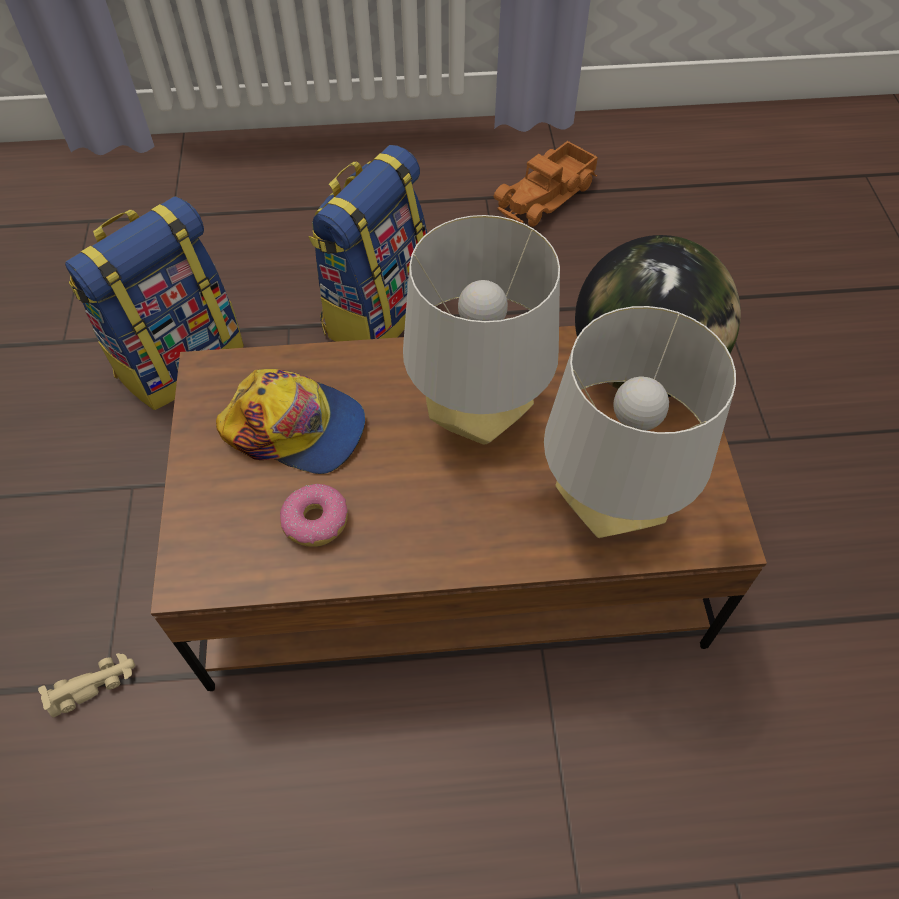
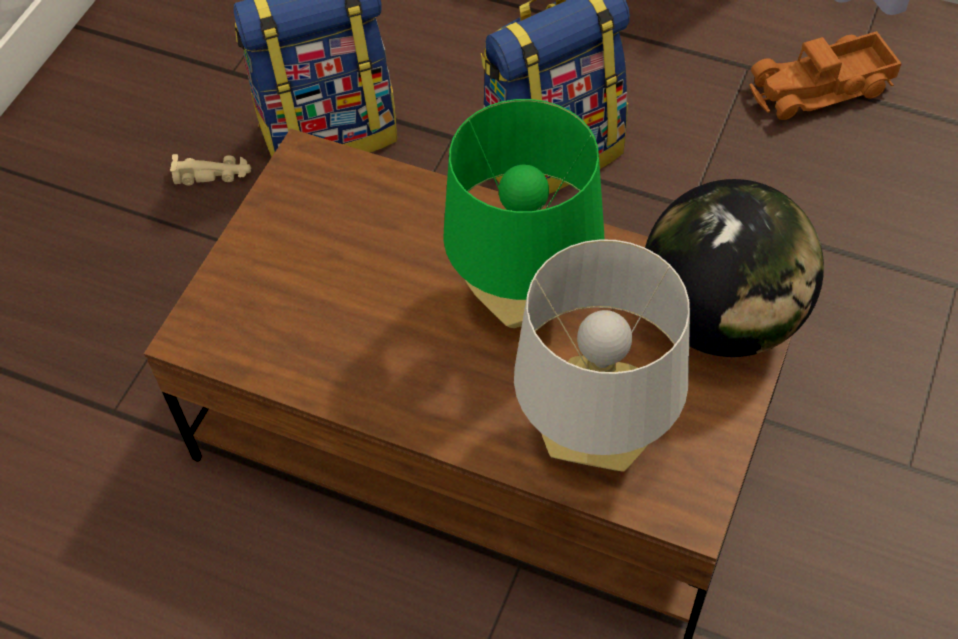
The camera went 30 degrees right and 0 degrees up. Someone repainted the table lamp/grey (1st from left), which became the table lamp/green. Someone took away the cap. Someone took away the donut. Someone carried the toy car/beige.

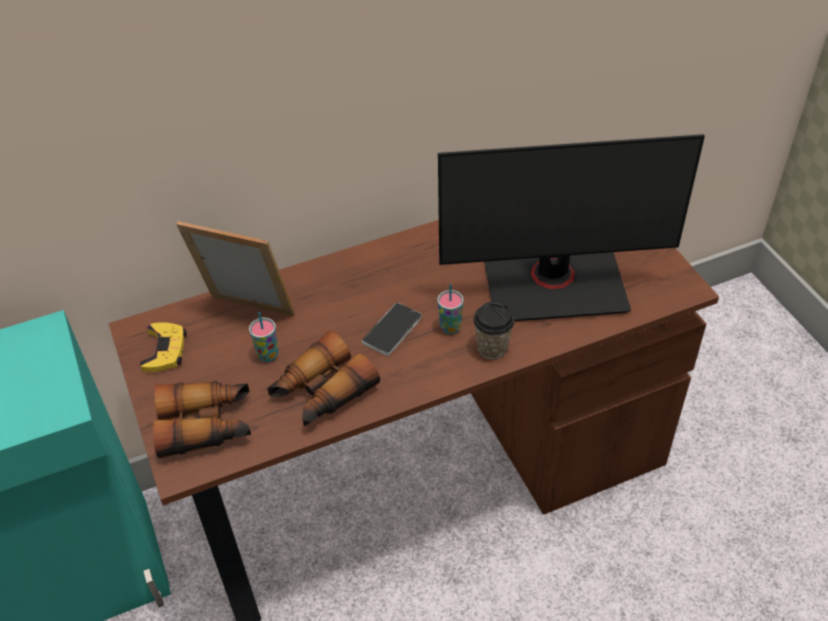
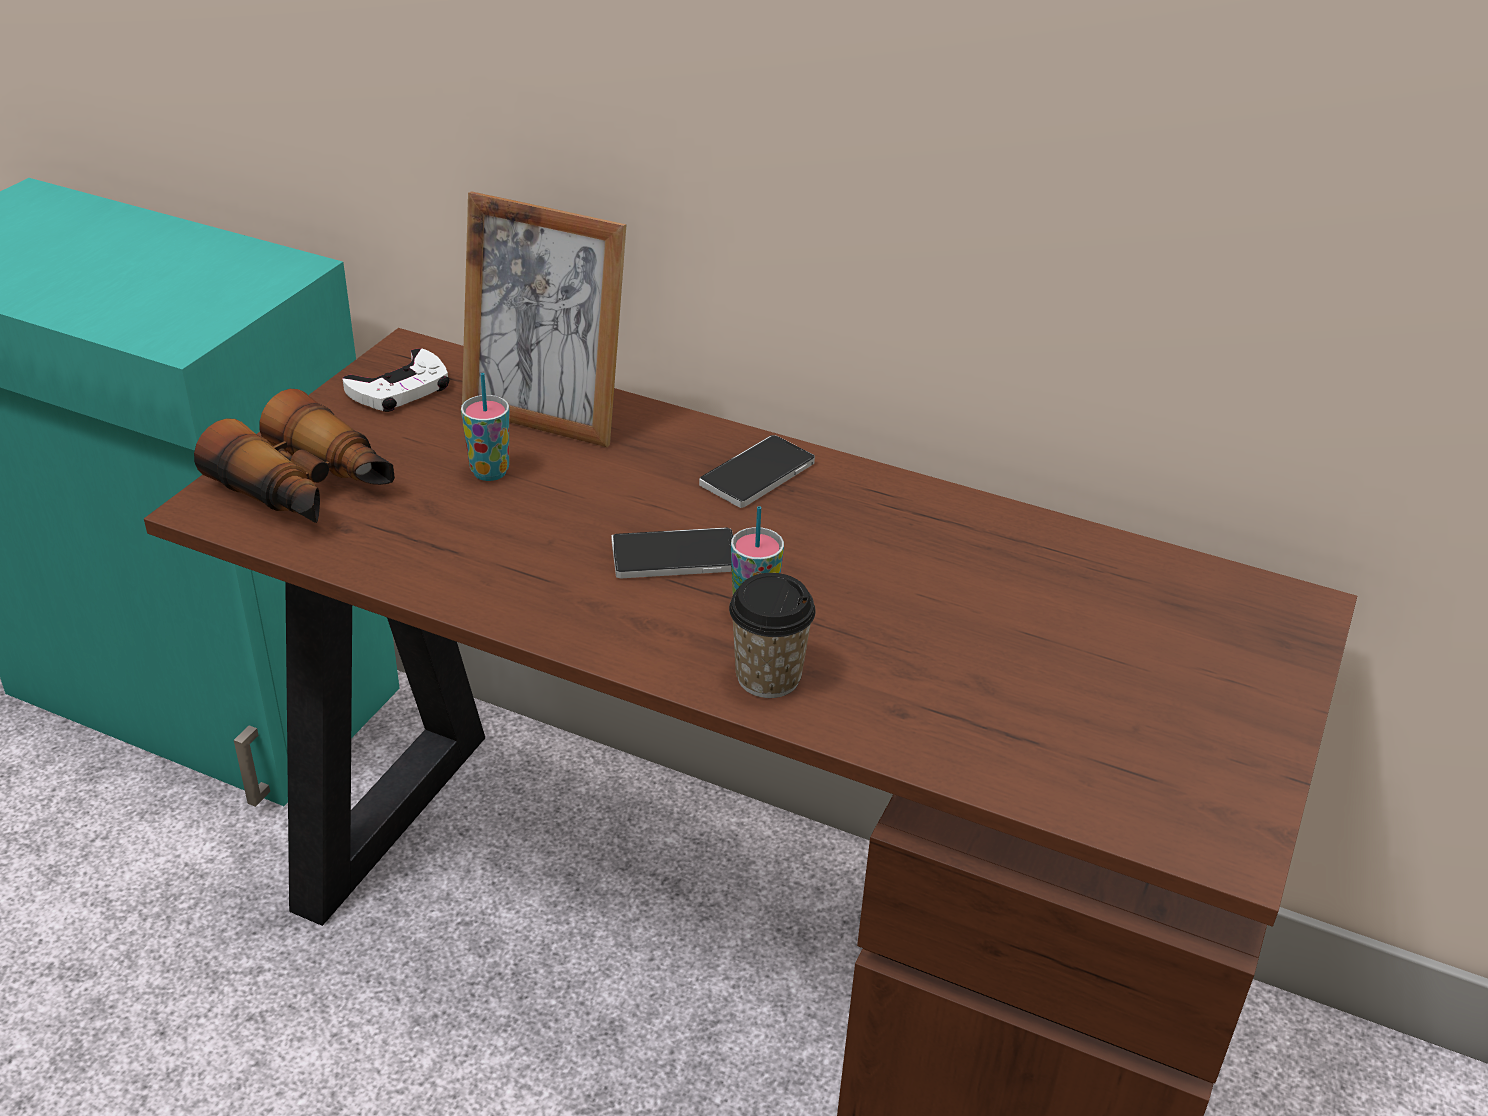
The camera went 45 degrees right and 10 degrees down. Someone took away the monitor. Someone rotated the picture frame by 135 degrees clockwise. Someone repainted the game controller/yellow, which became the game controller/white. Someone took away the binoculars (2nd from left). Someone put down the phone (2nd from left).

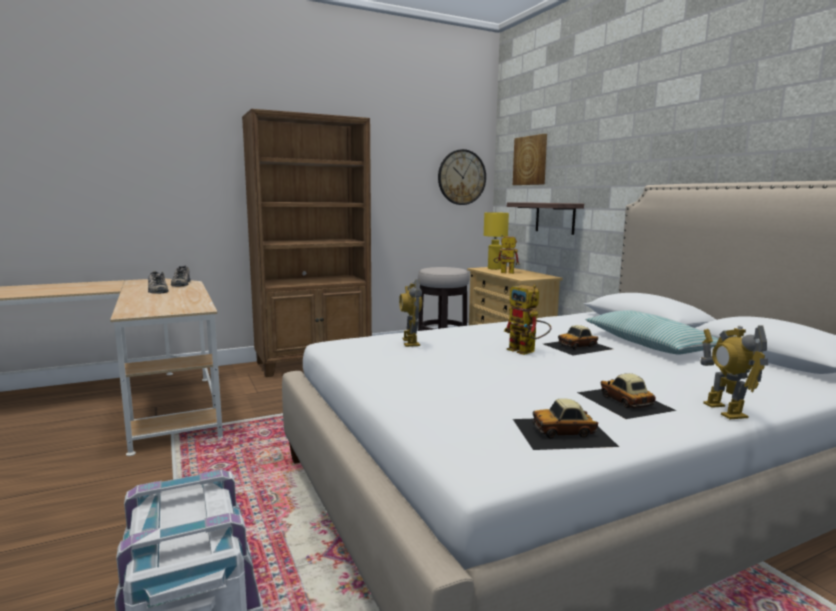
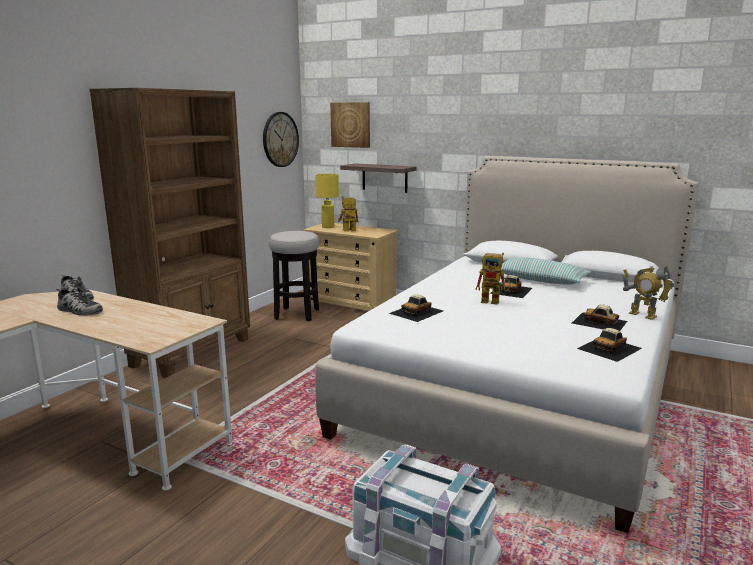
The camera went 35 degrees left and 5 degrees up. Someone swapped the toy robot (1st from left) for the toy car (1st from left).

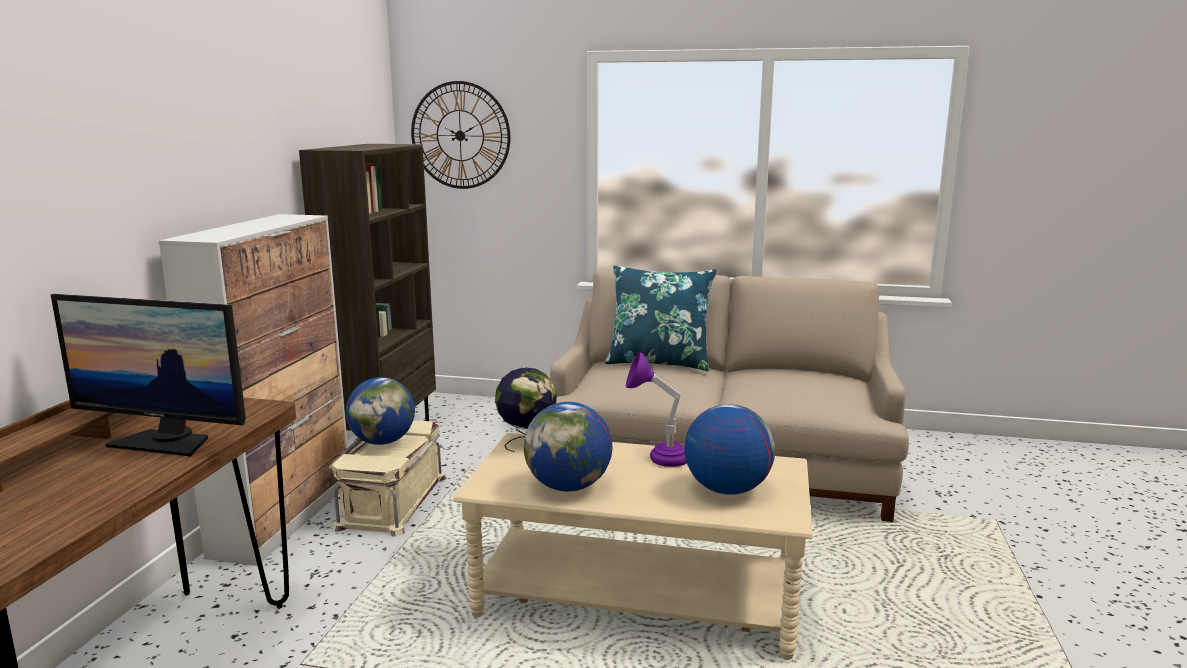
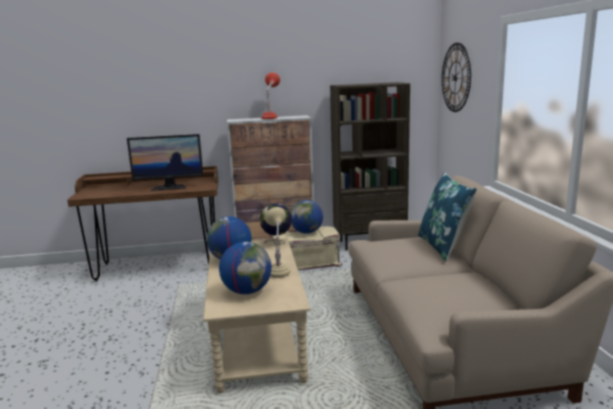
The camera went 70 degrees right and 0 degrees up. Someone rotated the monitor by 90 degrees counterclockwise. Someone repainted the table lamp/purple, which became the table lamp/beige. Someone put down the table lamp/red.

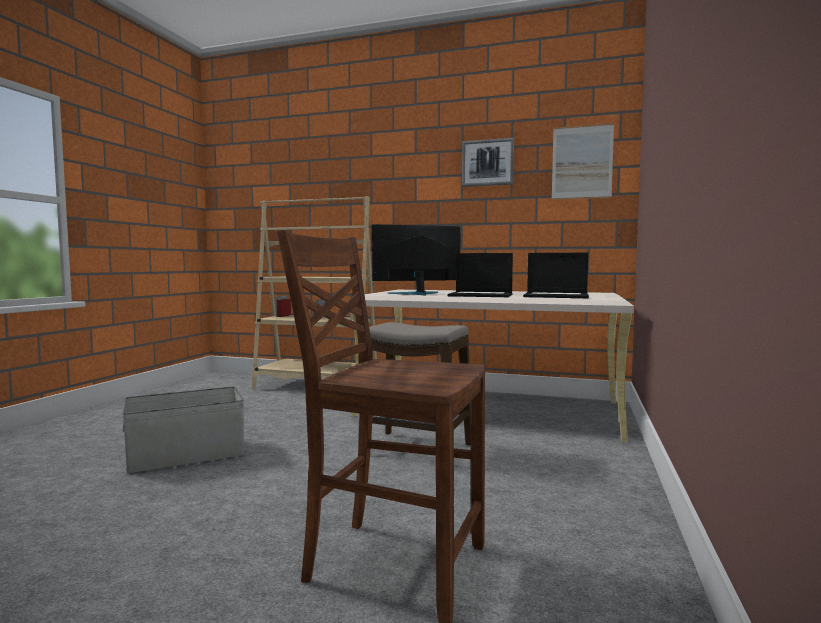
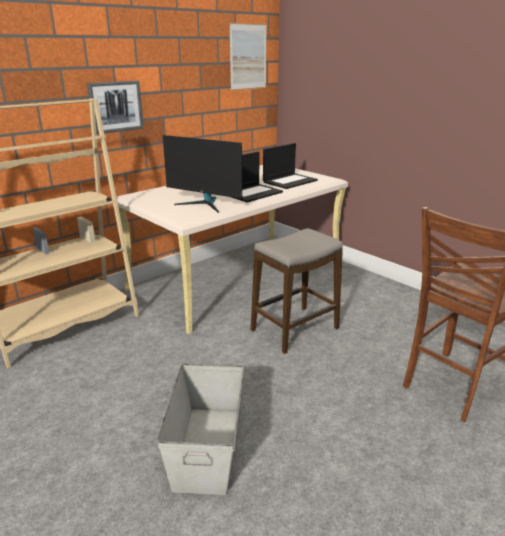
The camera went 60 degrees left and 20 degrees up. Someone carried the picture (1st from left). Someone rotated the monitor by 75 degrees counterclockwise.

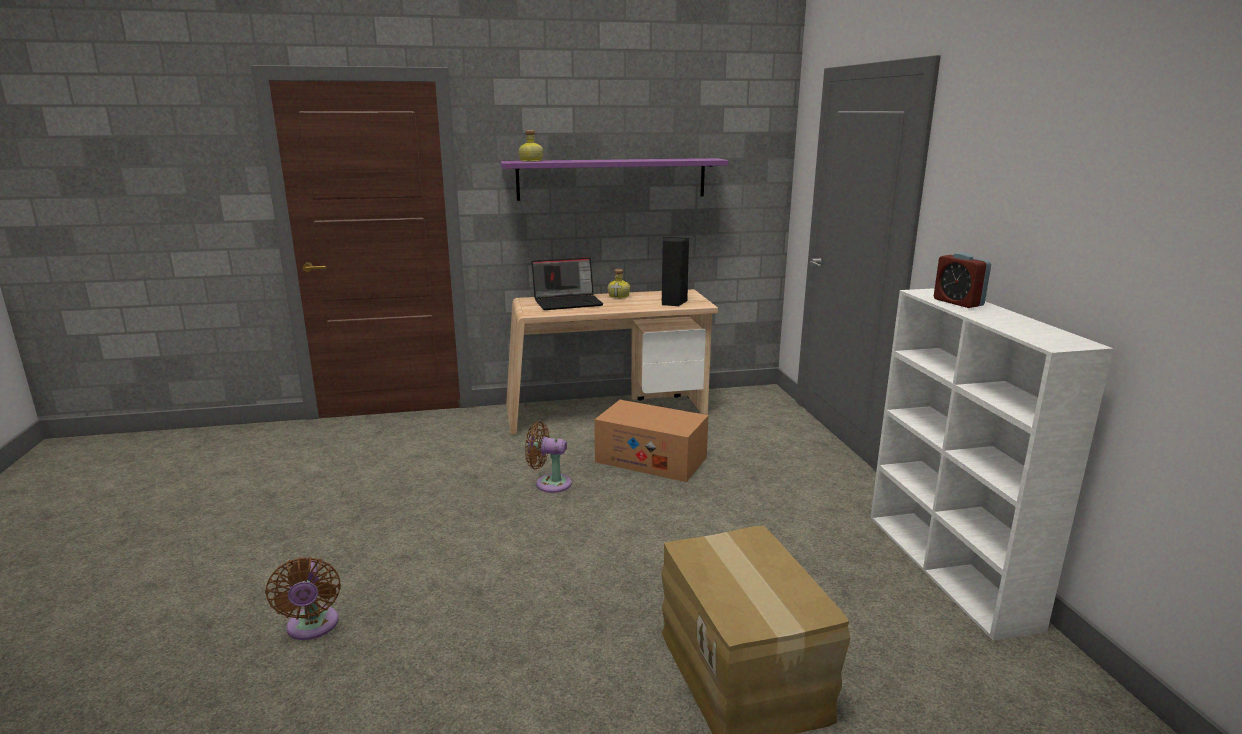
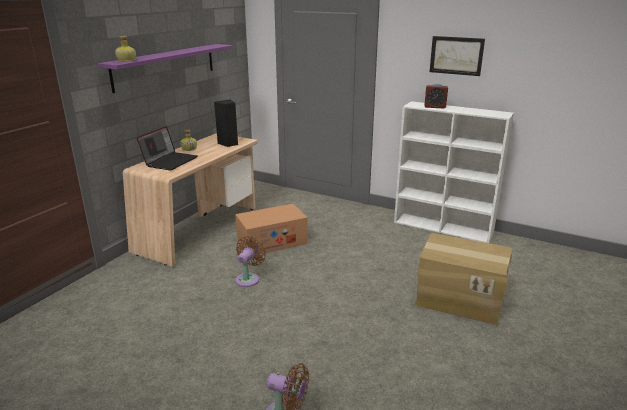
The camera went 50 degrees left and 5 degrees up. Someone rotated the fan/brown (2nd from left in the first image) by 150 degrees clockwise. Someone put up the picture.

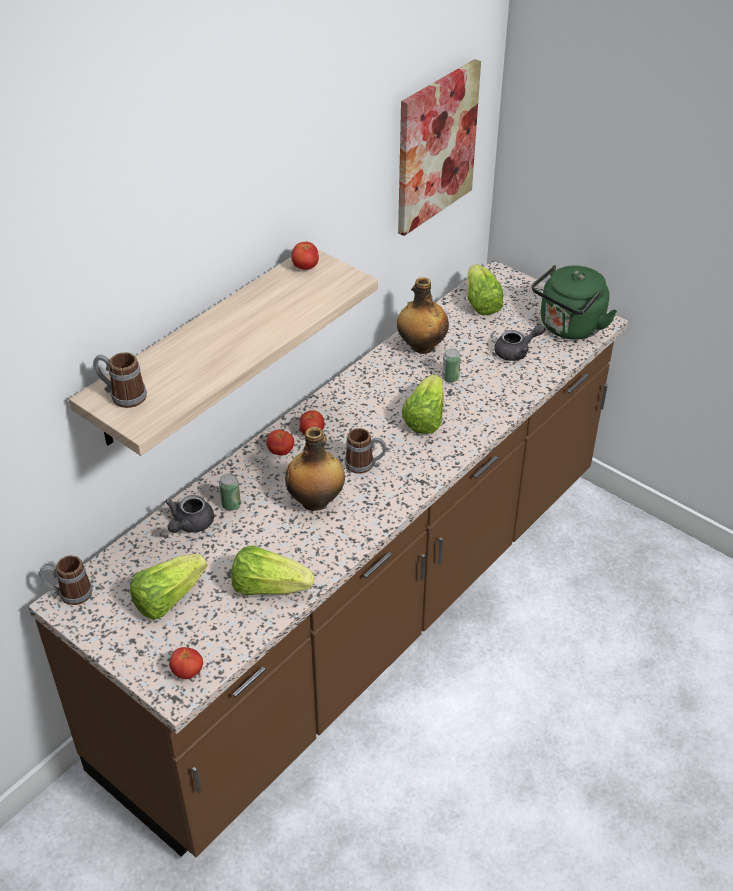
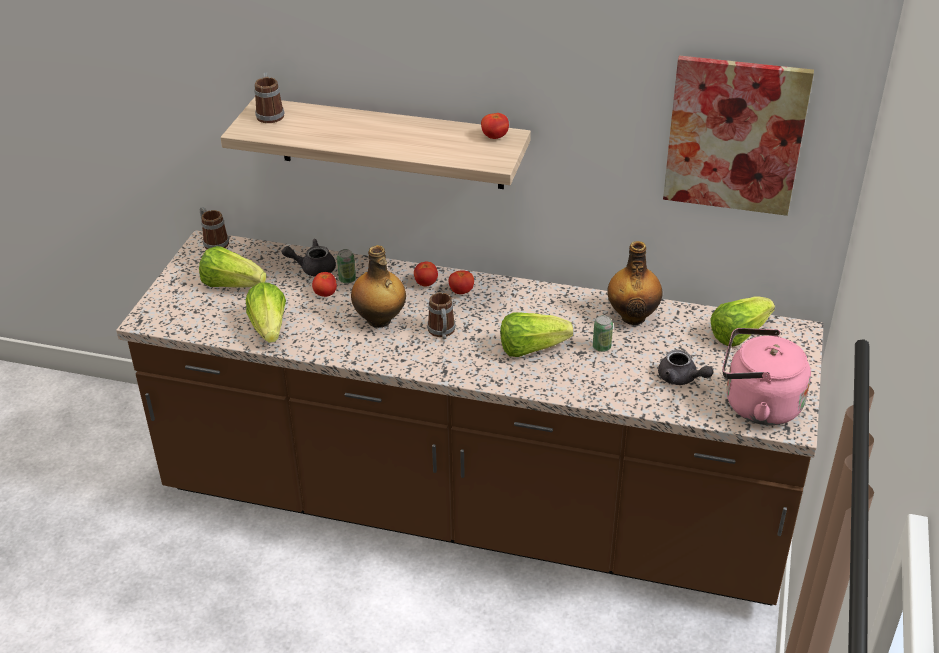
The camera went 65 degrees right and 5 degrees down. Someone repainted the kettle/green, which became the kettle/pink. Someone carried the tomato (1st from left).

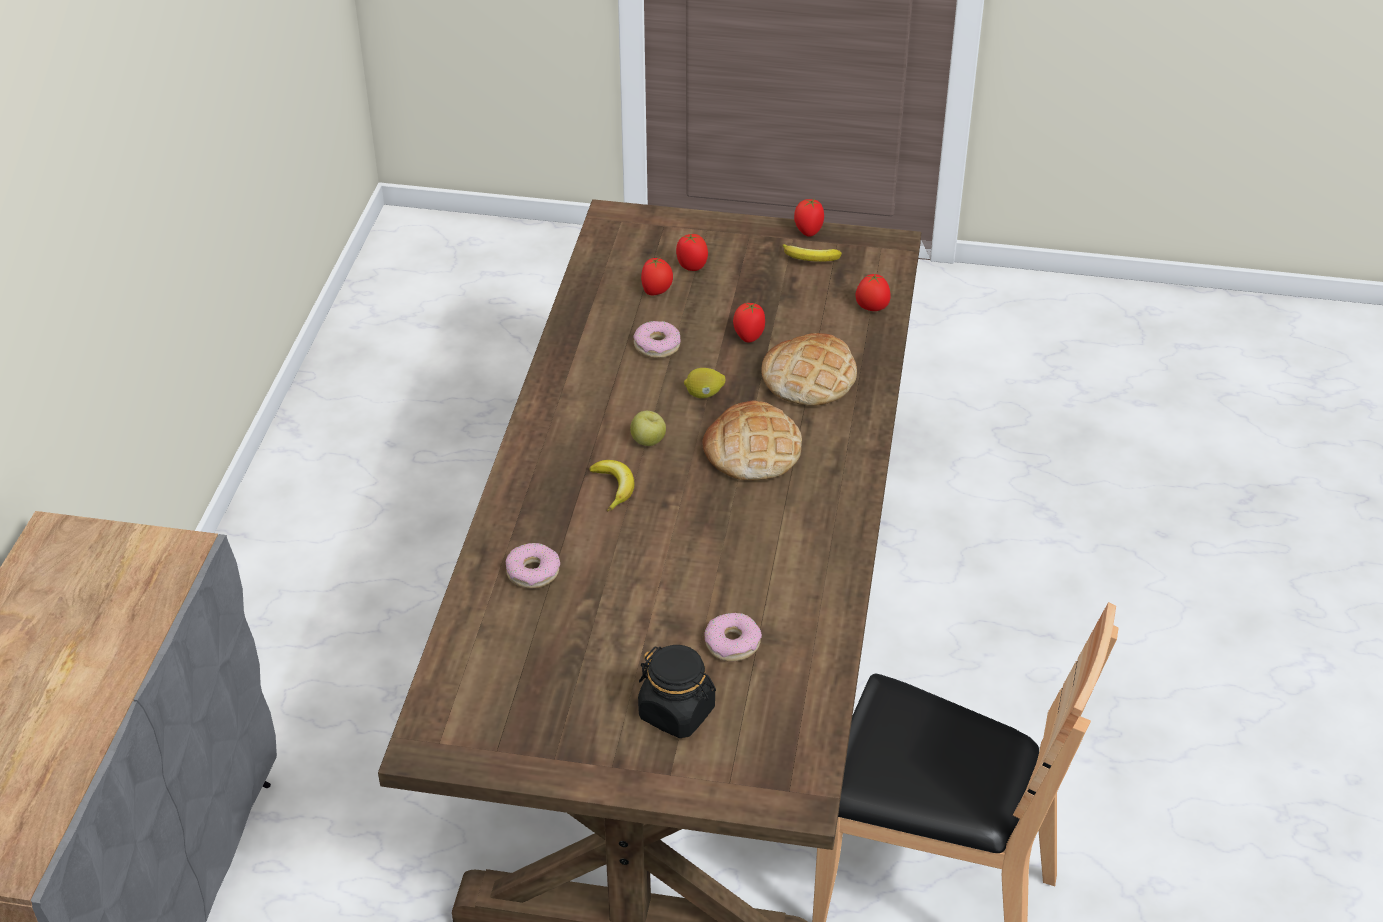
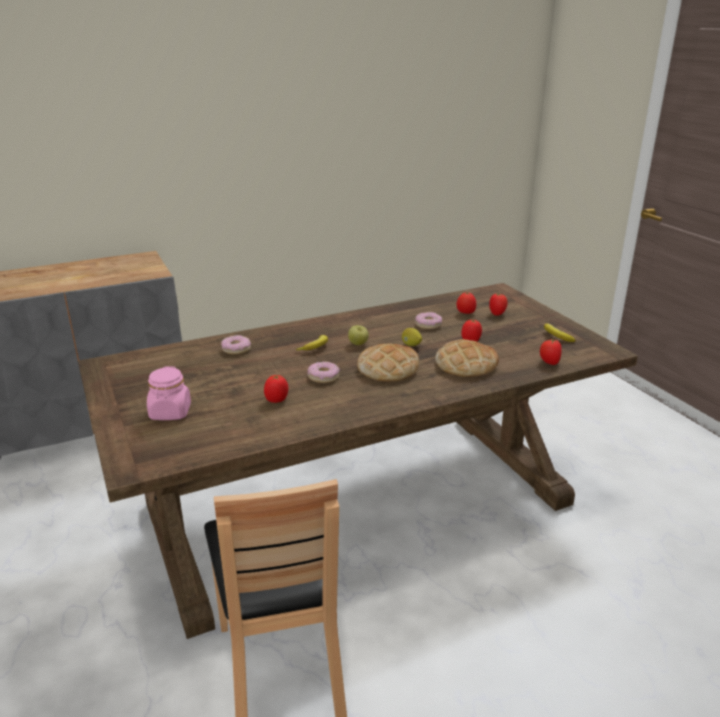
The camera went 55 degrees right and 15 degrees down. Someone carried the tomato (4th from left in the first image). Someone carried the donut (3rd from left in the first image). Someone repainted the jar/black, which became the jar/pink.

